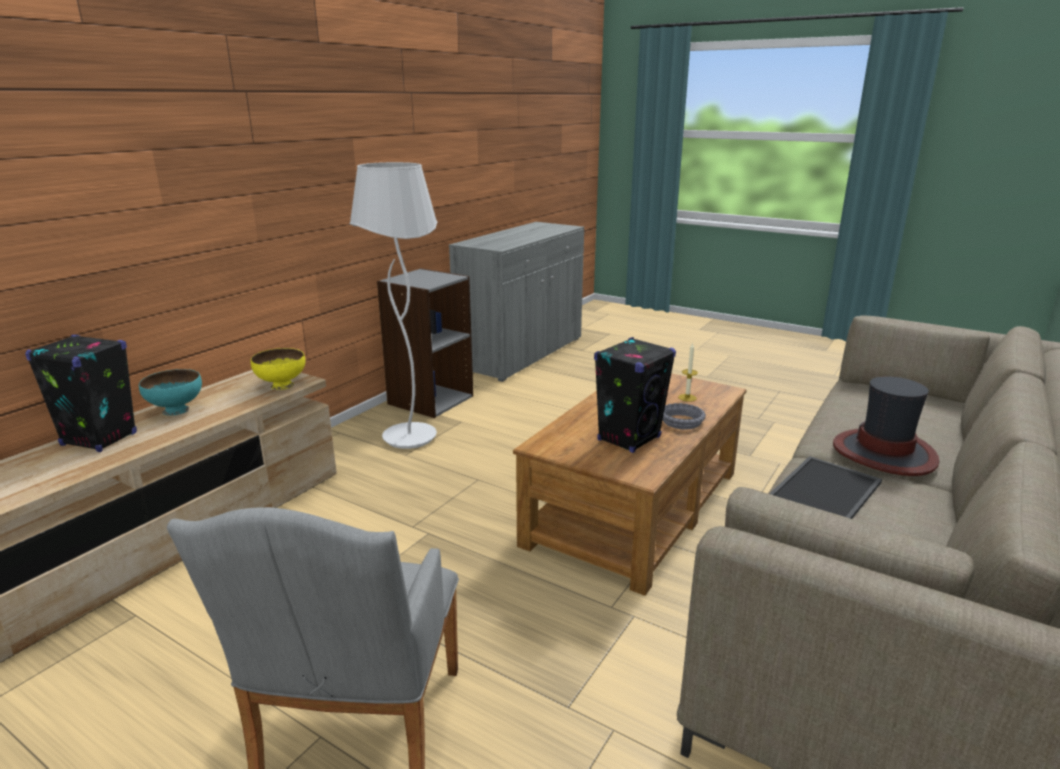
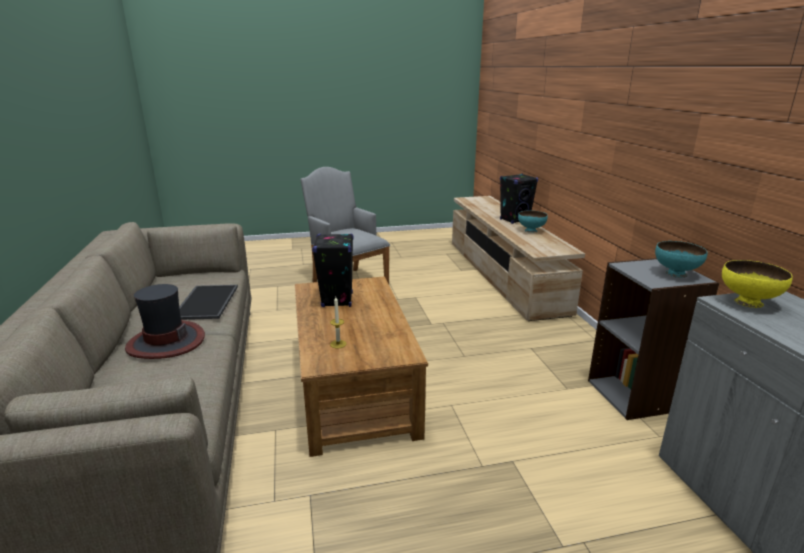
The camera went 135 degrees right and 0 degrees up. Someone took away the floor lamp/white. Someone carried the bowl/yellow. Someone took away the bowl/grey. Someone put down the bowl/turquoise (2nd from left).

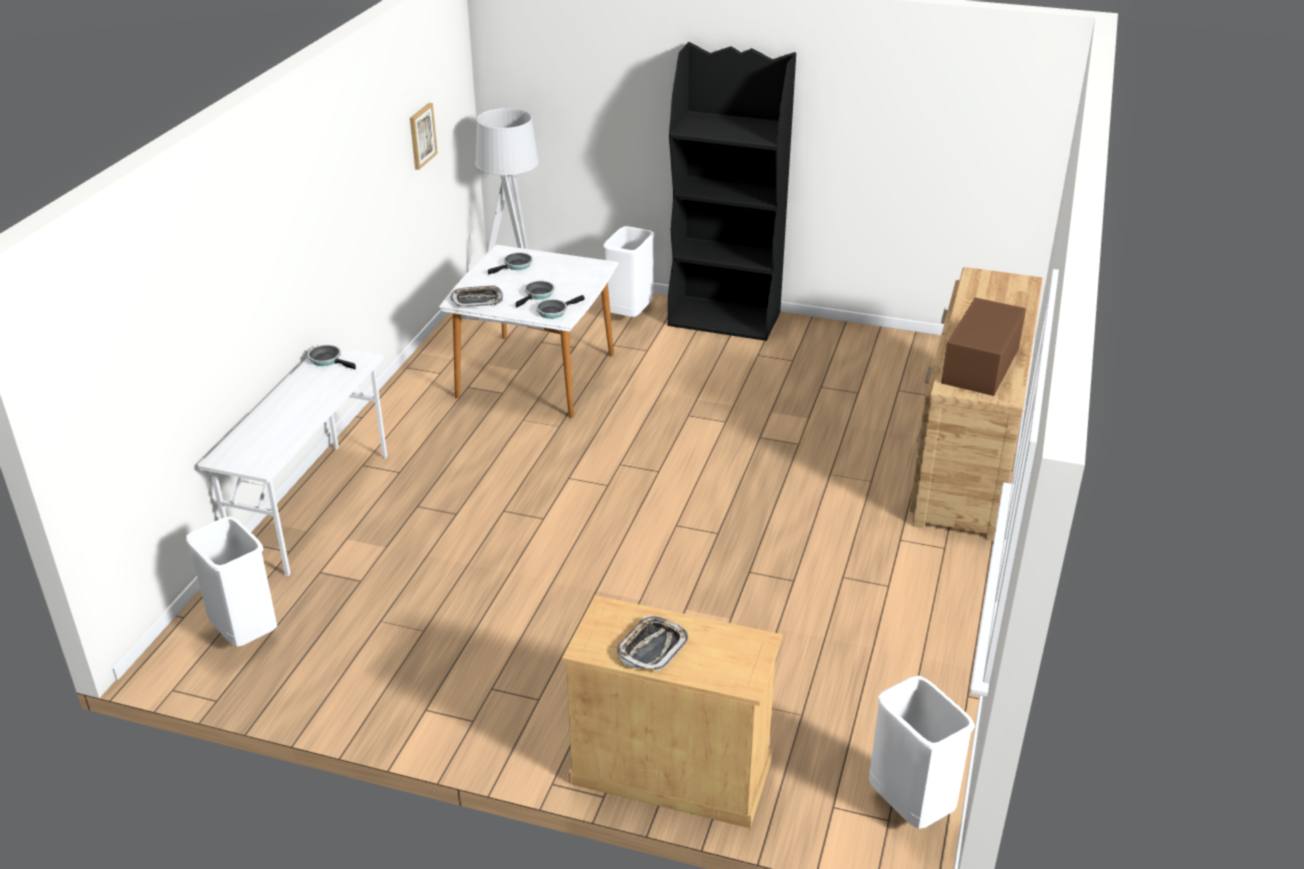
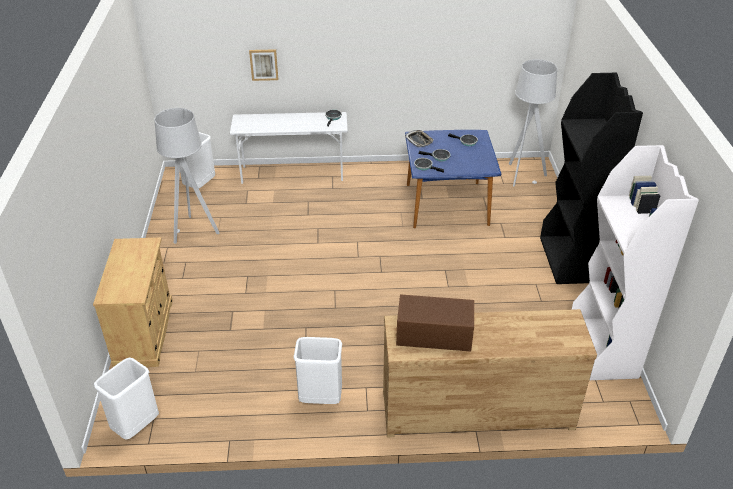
The camera went 70 degrees right and 5 degrees up. Someone carried the picture. Someone carried the trash can/white (2nd from left in the first image). Someone repainted the dining table/white, which became the dining table/blue. Someone took away the tray (2nd from left). Someone put down the floor lamp/grey (1st from left). Someone put down the bookcase/white.

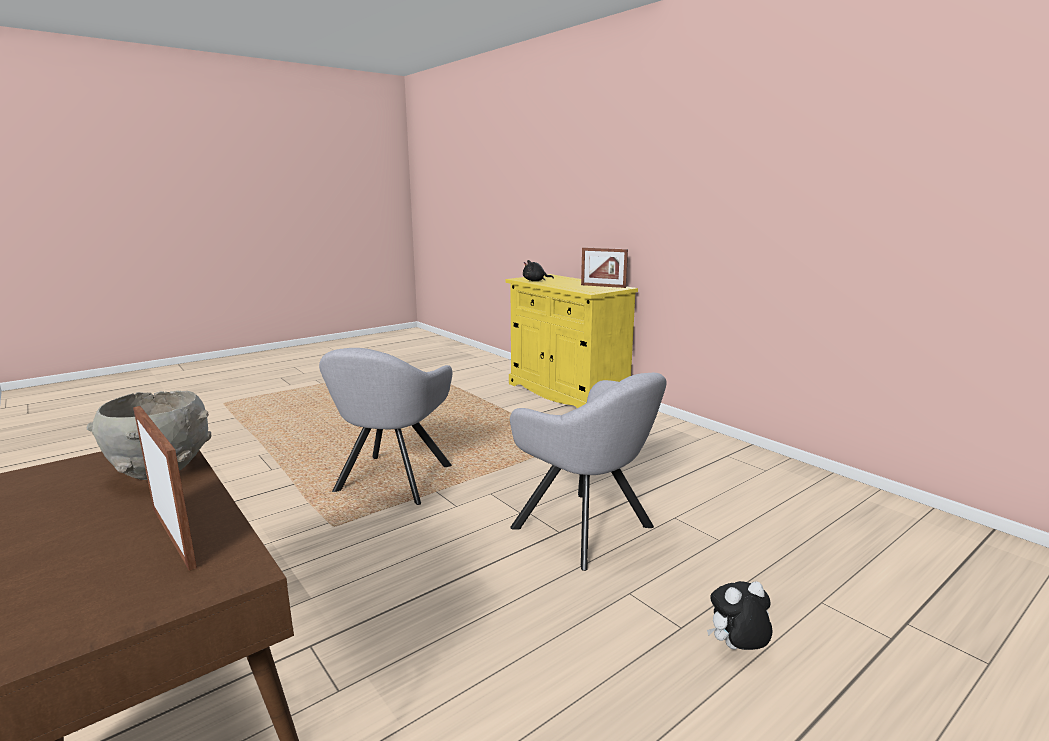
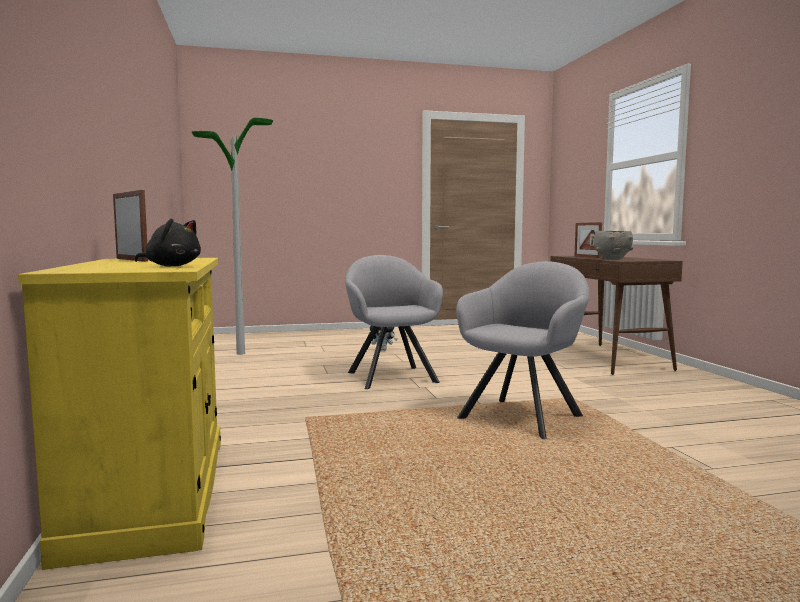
The camera went 155 degrees left and 10 degrees down. Someone put down the floor lamp.

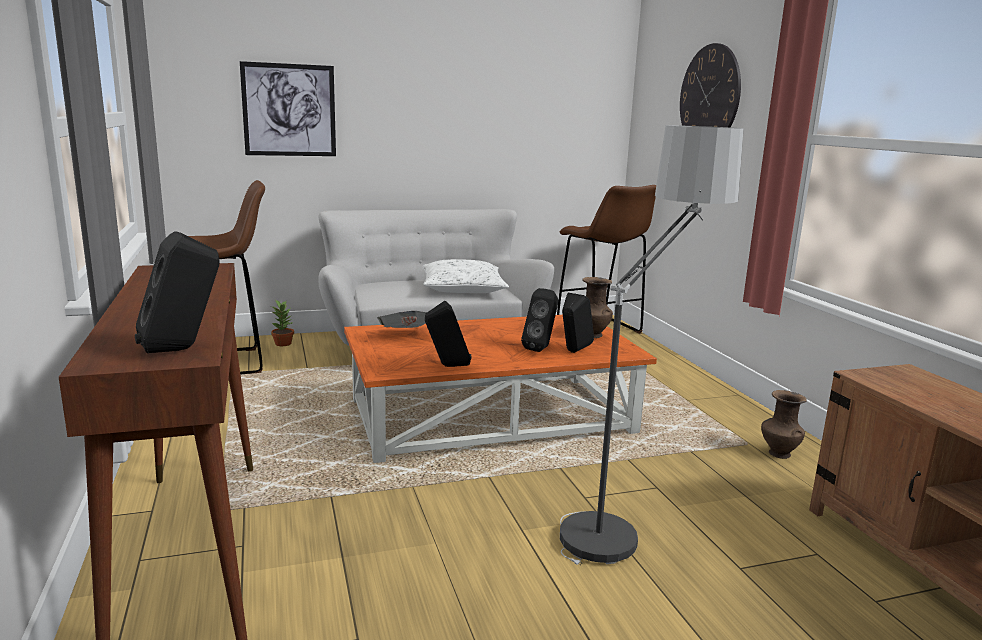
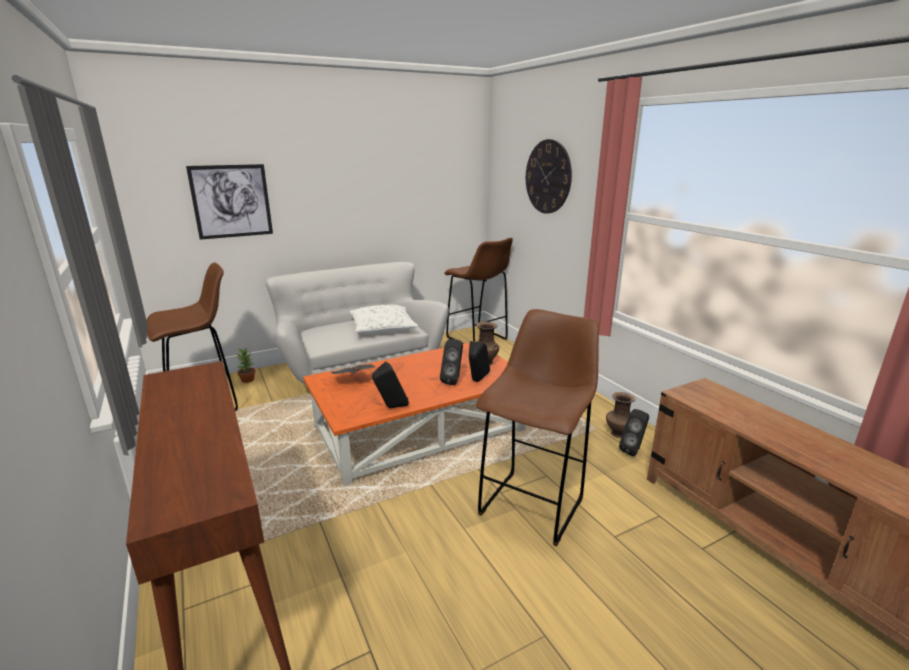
The camera went 10 degrees left and 5 degrees up. Someone swapped the floor lamp for the stool/brown (3rd from left). Someone carried the speaker/black (1st from left in the first image).

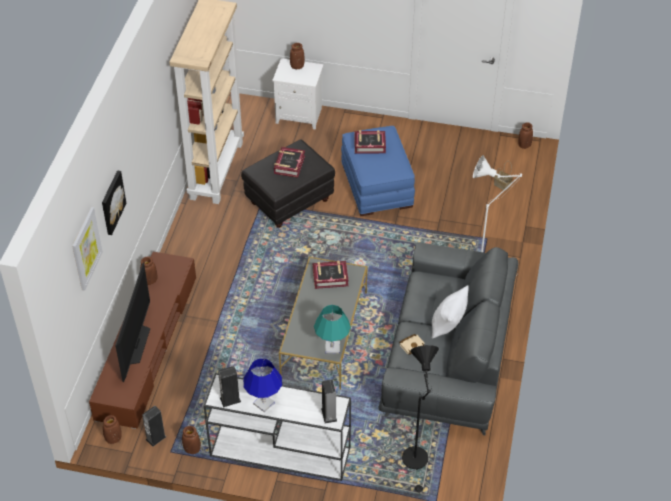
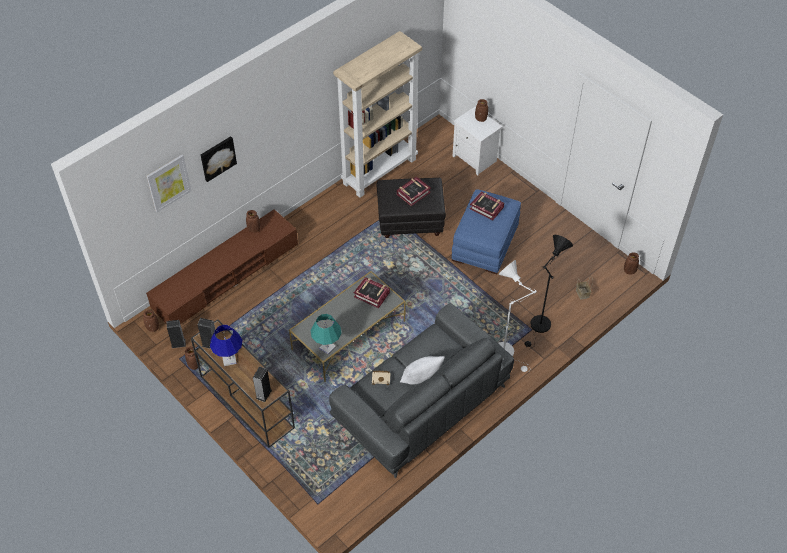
The camera went 35 degrees right and 5 degrees up. Someone took away the television. Someone carried the floor lamp/black. Someone repainted the console table/white, which became the console table/brown.

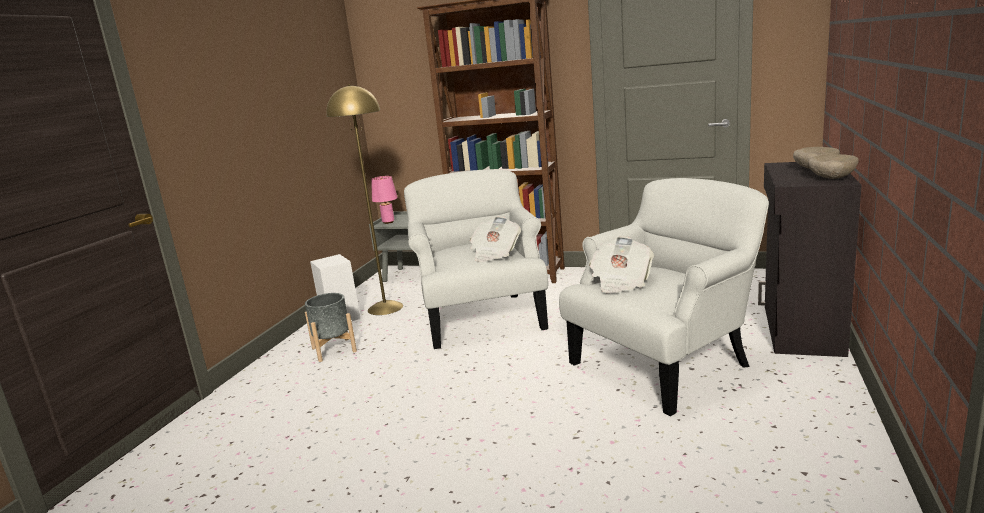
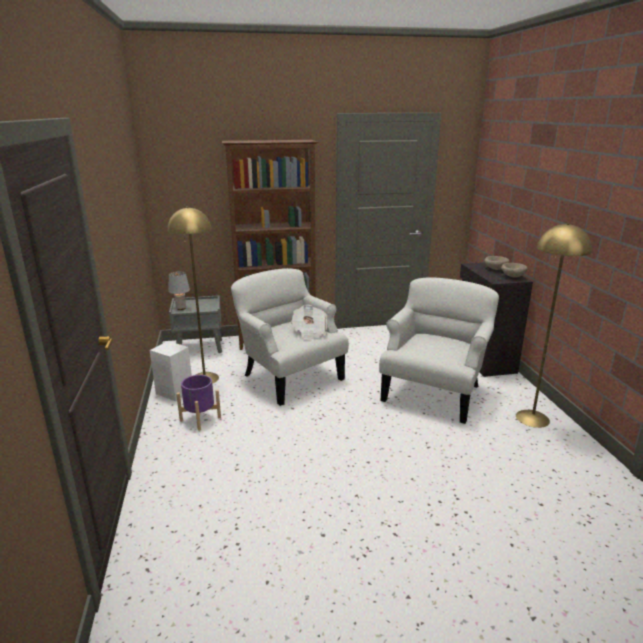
The camera went 30 degrees left and 5 degrees up. Someone repainted the table lamp/pink, which became the table lamp/grey. Someone took away the newspaper (2nd from left). Someone repainted the planter/grey, which became the planter/purple. Someone put down the floor lamp/yellow (2nd from left).

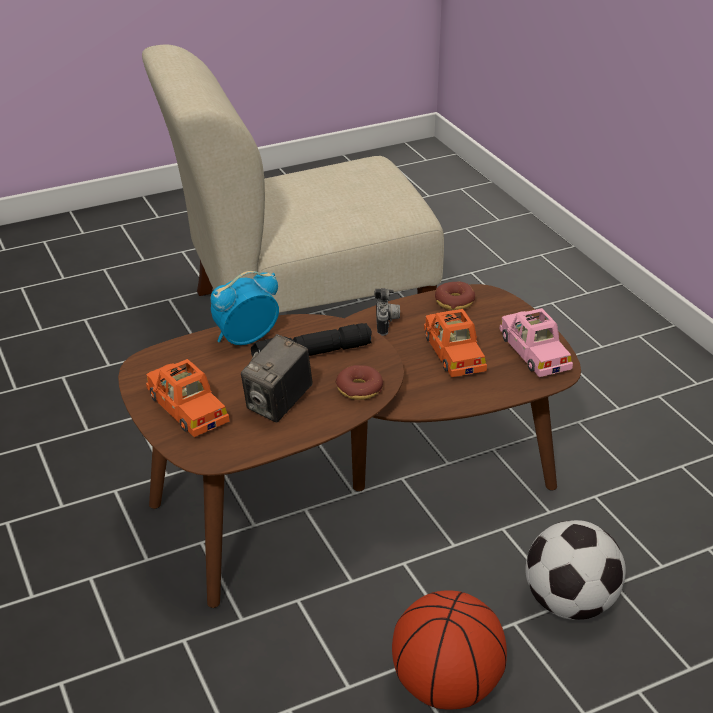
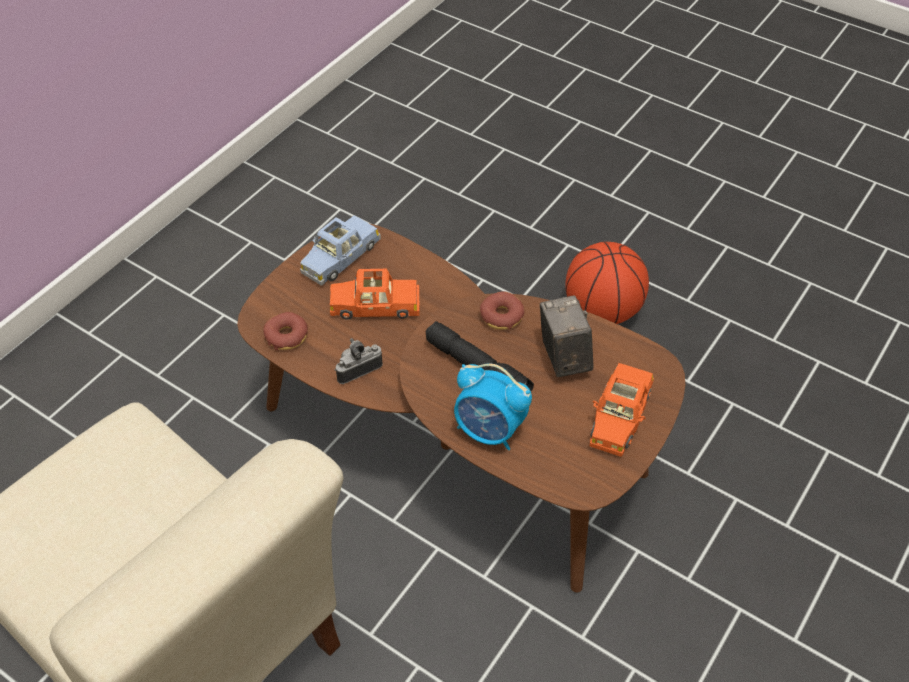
The camera went 120 degrees left and 15 degrees up. Someone repainted the toy car/pink, which became the toy car/blue. Someone rotated the toy car/orange (2nd from left in the first image) by 45 degrees clockwise. Someone rotated the photo camera (1st from left in the first image) by 105 degrees counterclockwise. Someone took away the football.

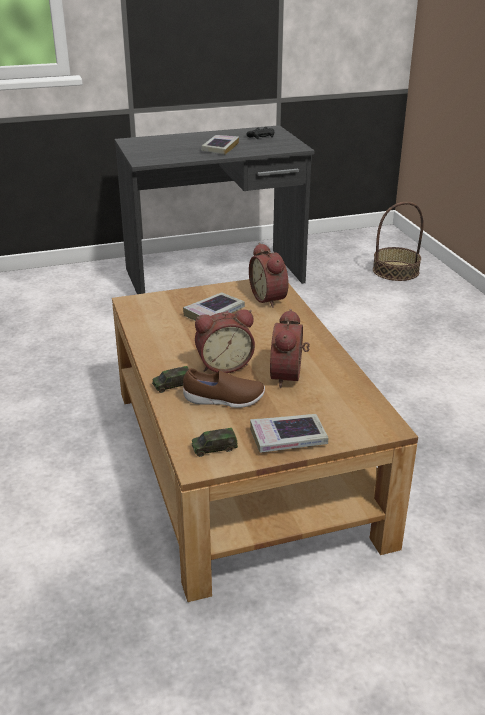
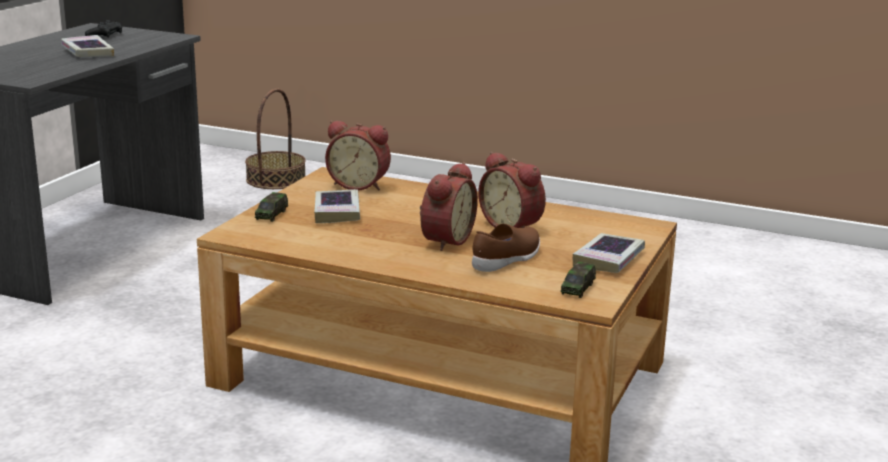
The camera went 50 degrees left and 10 degrees down. Someone carried the toy car (1st from left).

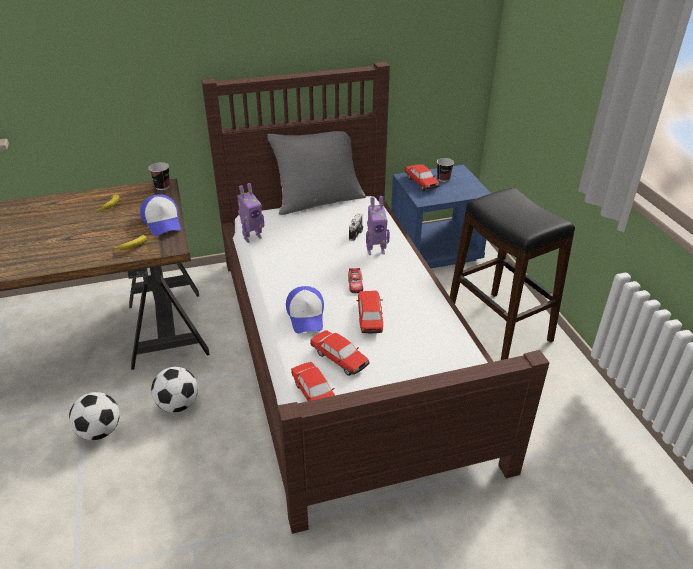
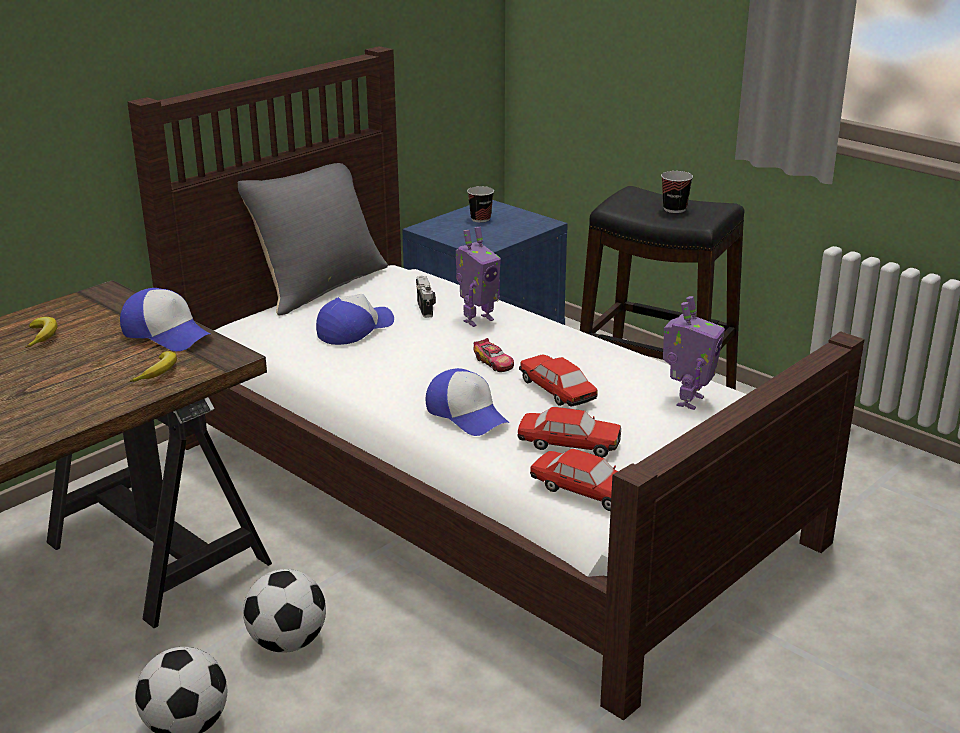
The camera went 30 degrees left and 10 degrees down. Someone carried the cup (1st from left in the first image). Someone took away the toy car (5th from left). Someone carried the toy robot (1st from left in the first image). Someone put down the cap (2nd from left).

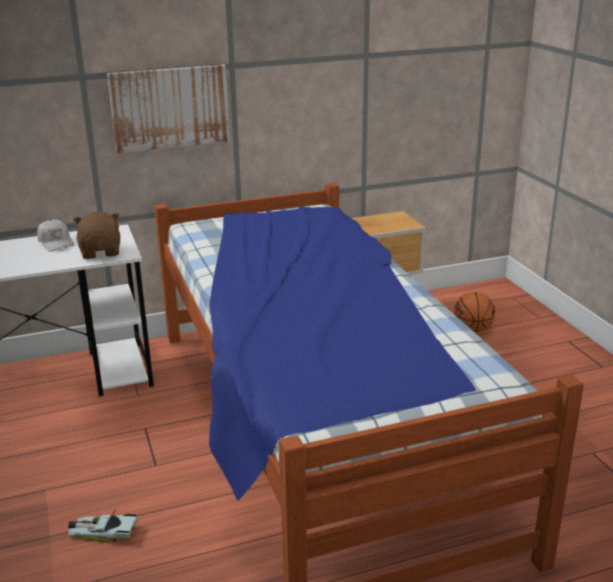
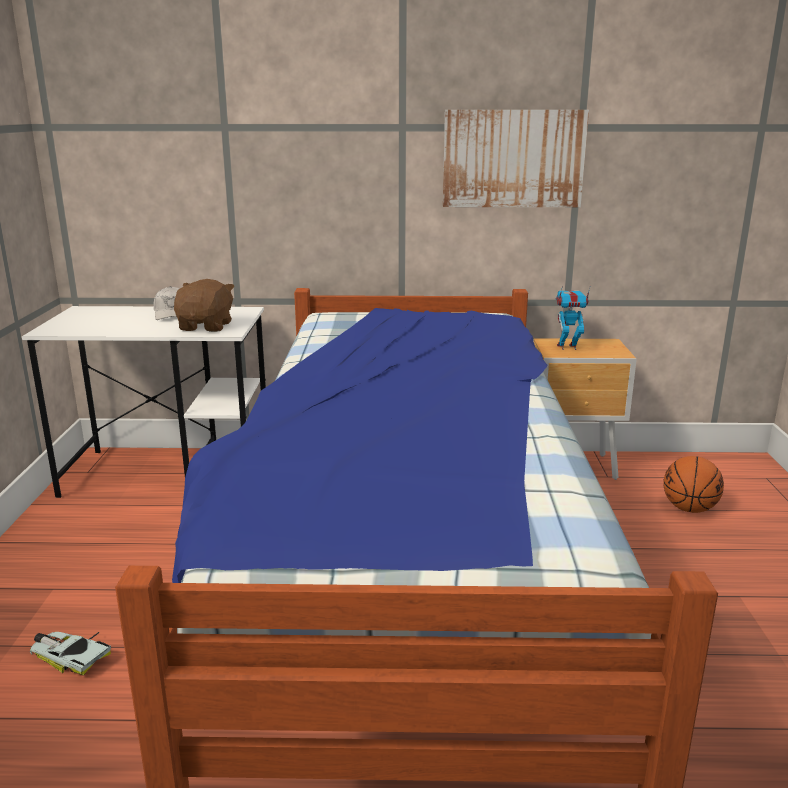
The camera went 20 degrees right and 5 degrees down. Someone carried the picture. Someone put down the toy robot.

